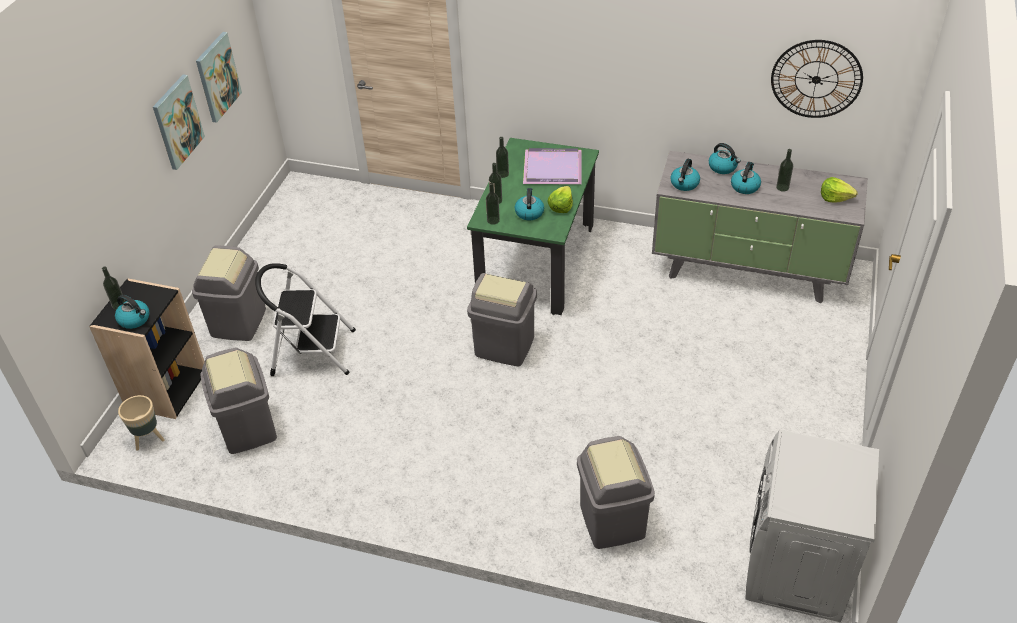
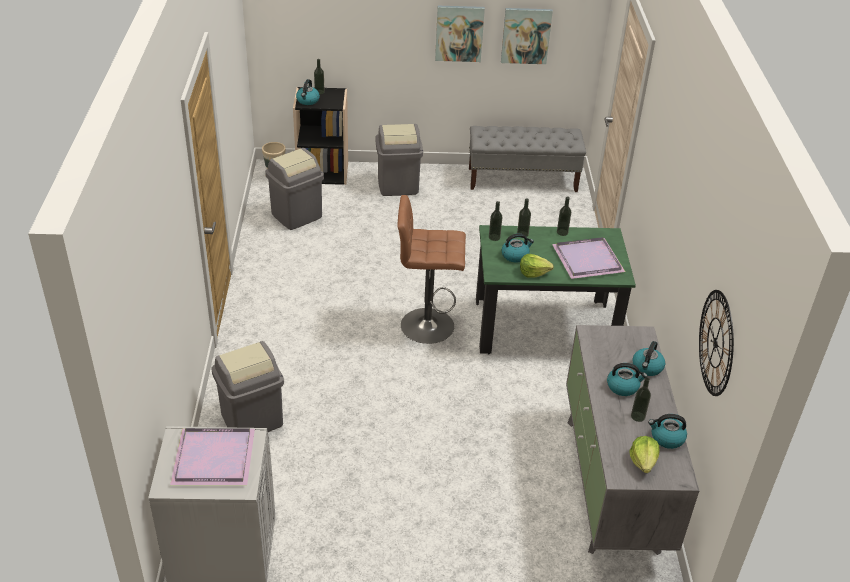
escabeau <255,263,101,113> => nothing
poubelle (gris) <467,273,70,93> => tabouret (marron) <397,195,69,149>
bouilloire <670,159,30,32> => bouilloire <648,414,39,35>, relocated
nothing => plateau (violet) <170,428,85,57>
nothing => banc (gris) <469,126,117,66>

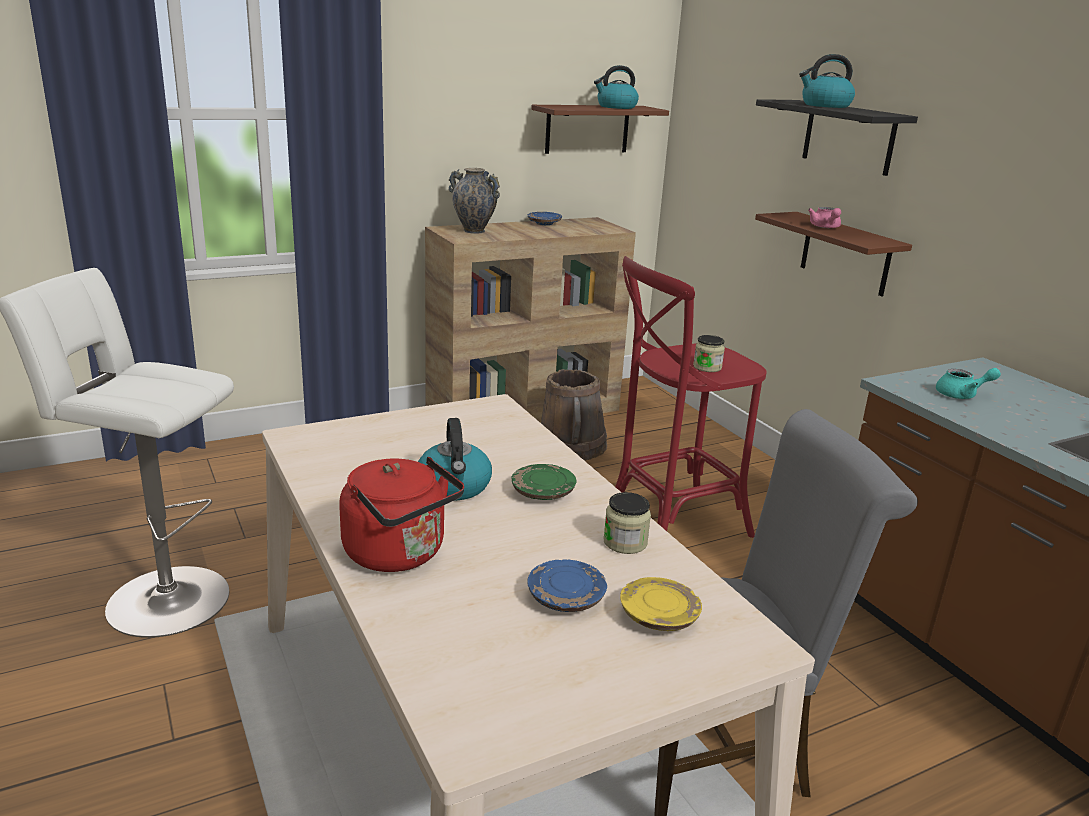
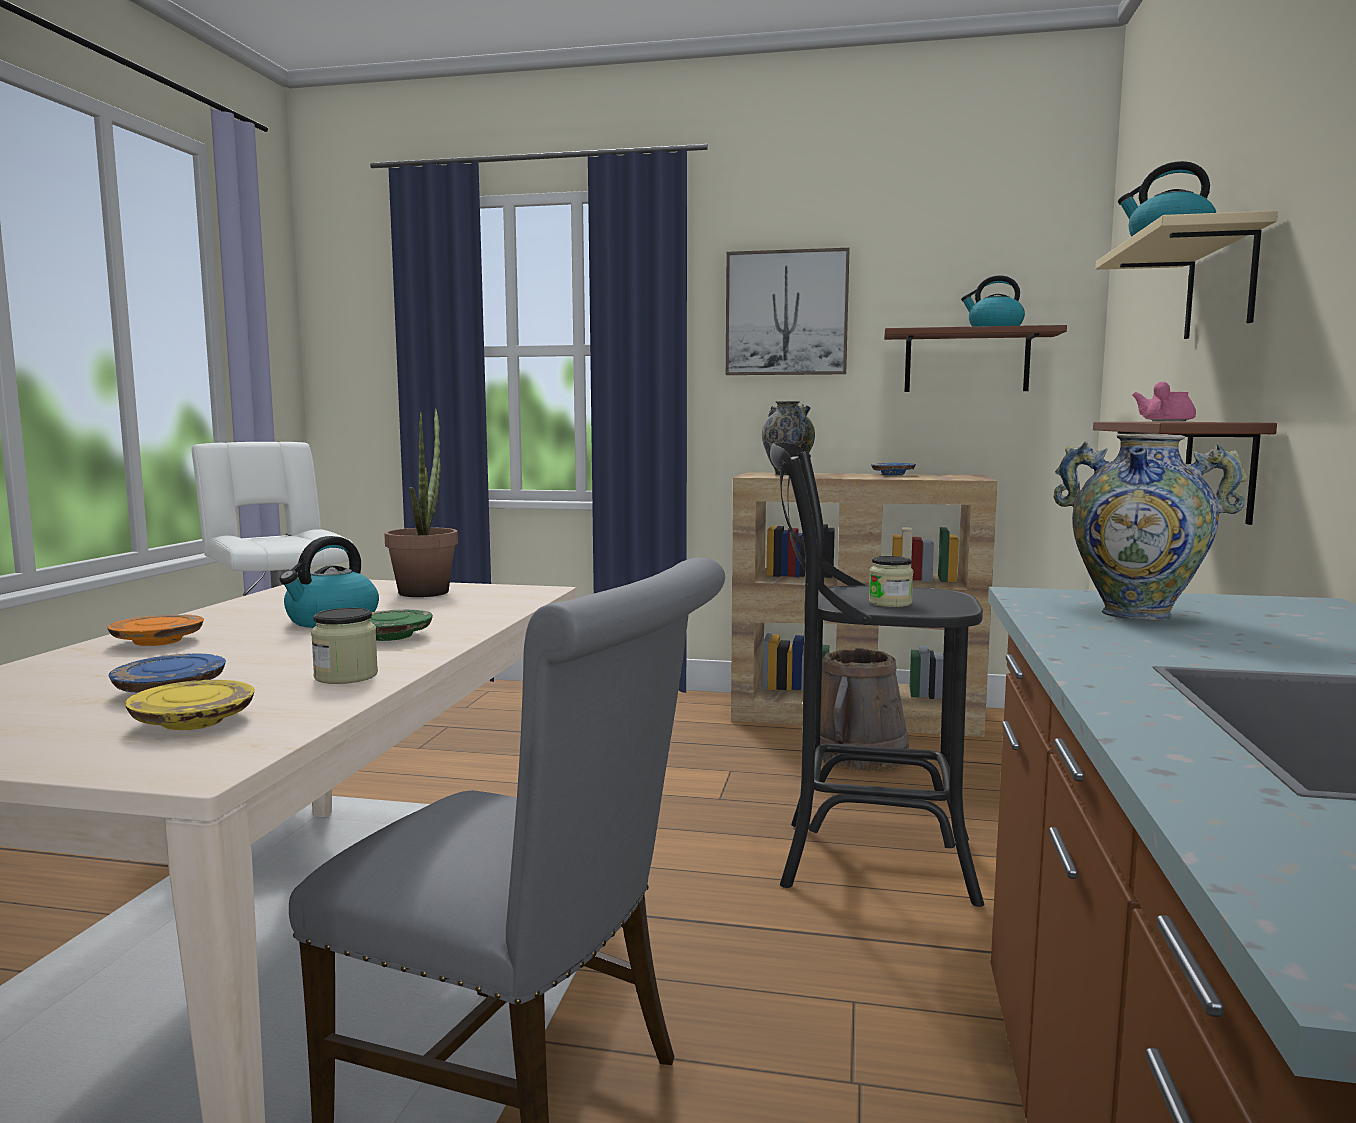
bouilloire (rouge) <339,456,125,116> => assiette (orange) <107,614,97,32>
tabouret (rouge) <615,256,152,282> => tabouret (noir) <770,442,214,465>
étagère (noir) <756,99,162,77> => étagère (beige) <1095,211,183,128>
théière (turquoise) <936,368,65,31> => vase <1054,434,194,187>
nothing => plante en pot <384,408,74,189>
nothing => tableau <726,248,124,127>

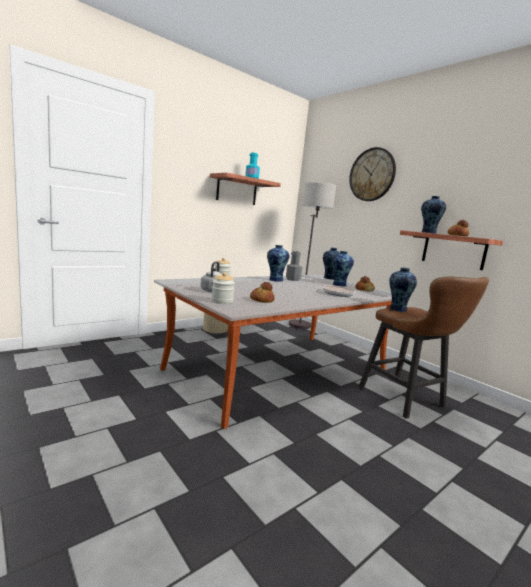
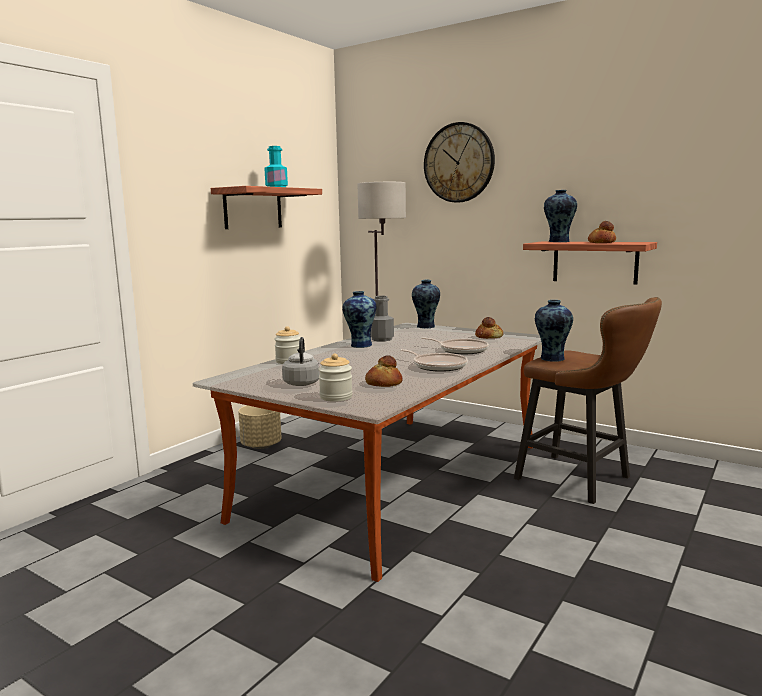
vase <332,251,22,36> => nothing
nothing => poêle <401,349,67,23>

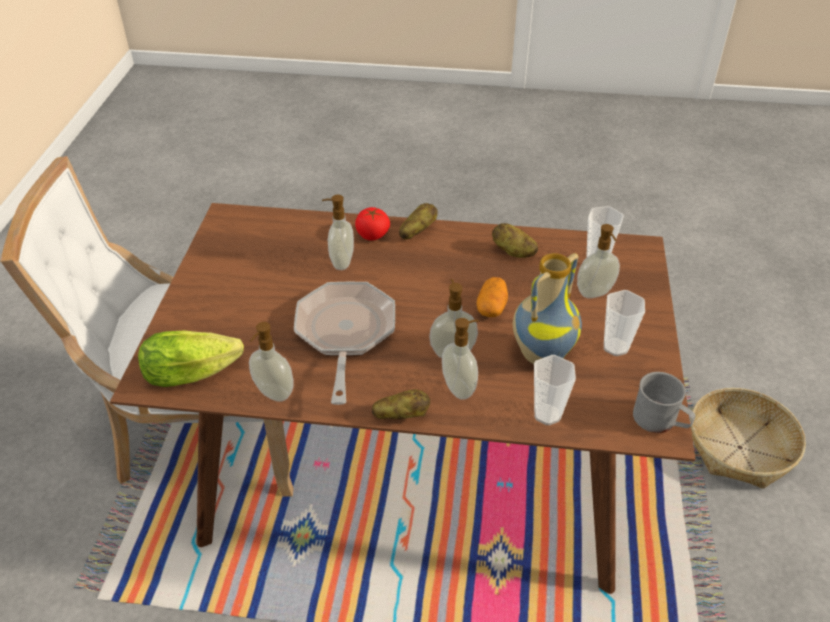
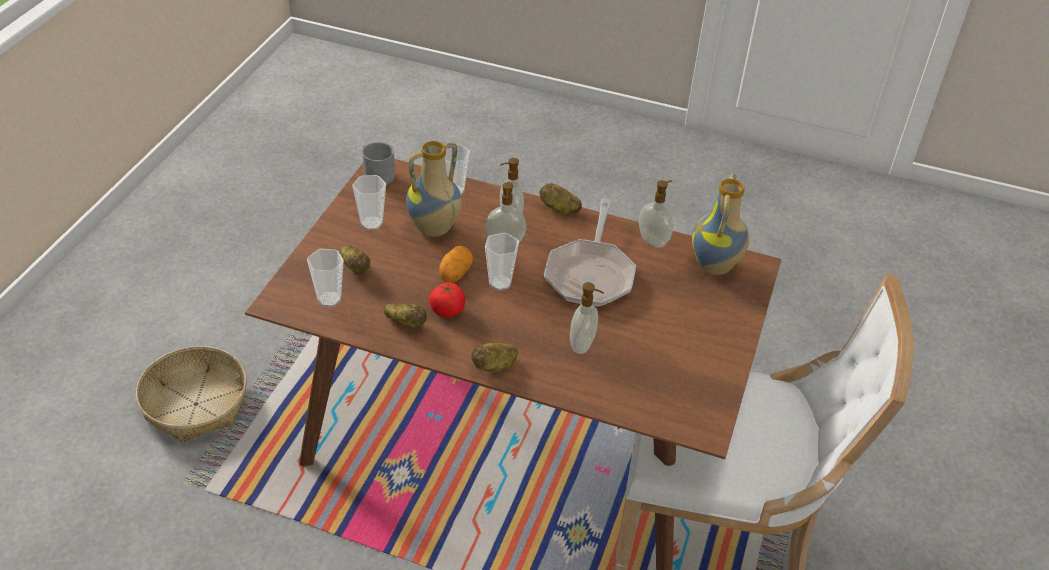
laitue <138,330,106,57> => vase <692,174,57,101>
tomate <355,207,35,34> => tomate <429,282,37,36>, relocated
distributeur de savon <577,224,43,74> => pomme de terre <340,245,31,30>
nothing => tasse <485,233,34,58>

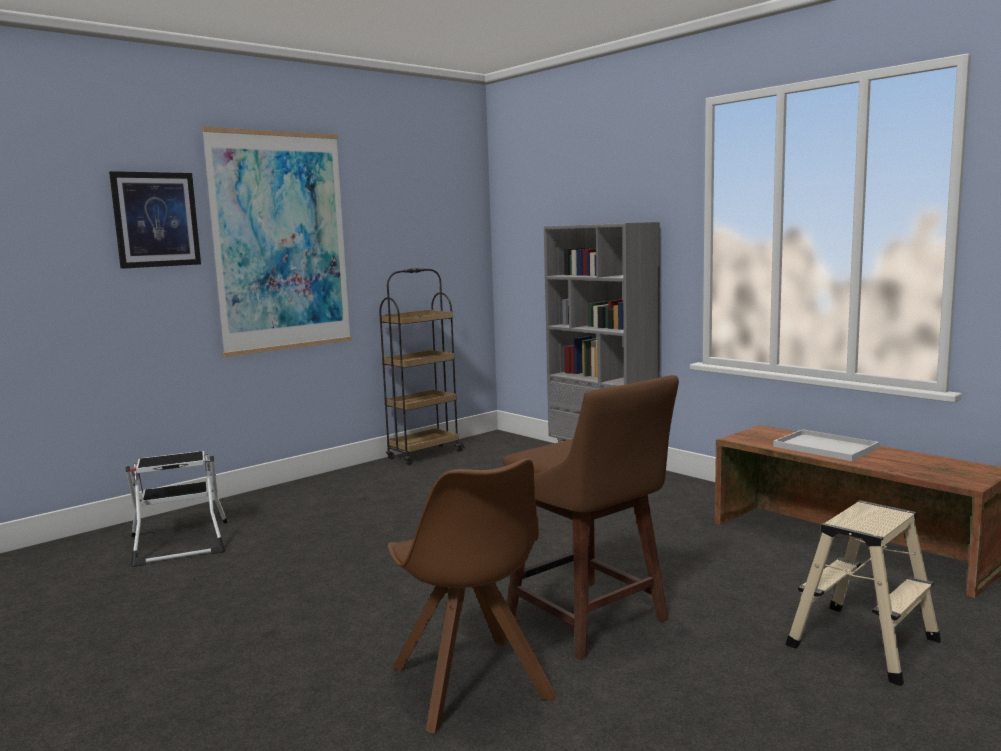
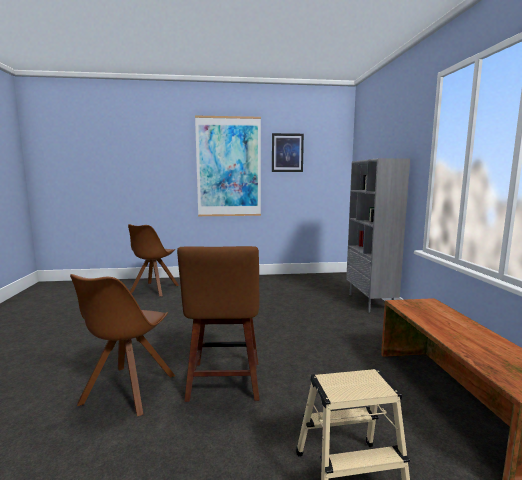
tableau <109,171,92,98> => tableau <272,133,32,39>, relocated
escabeau <126,451,102,116> => chaise (marron) <128,224,51,73>
chariot (marron) <379,268,86,197> => nothing
plateau (blanc) <773,429,106,32> => nothing

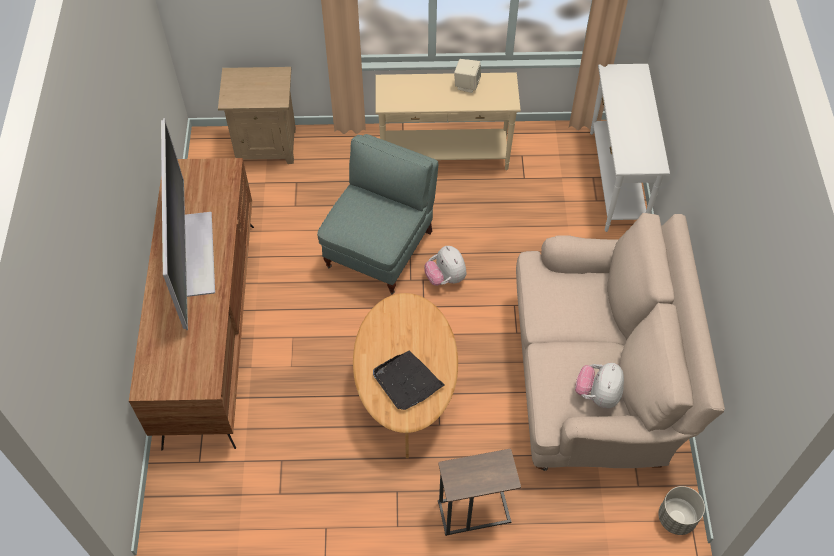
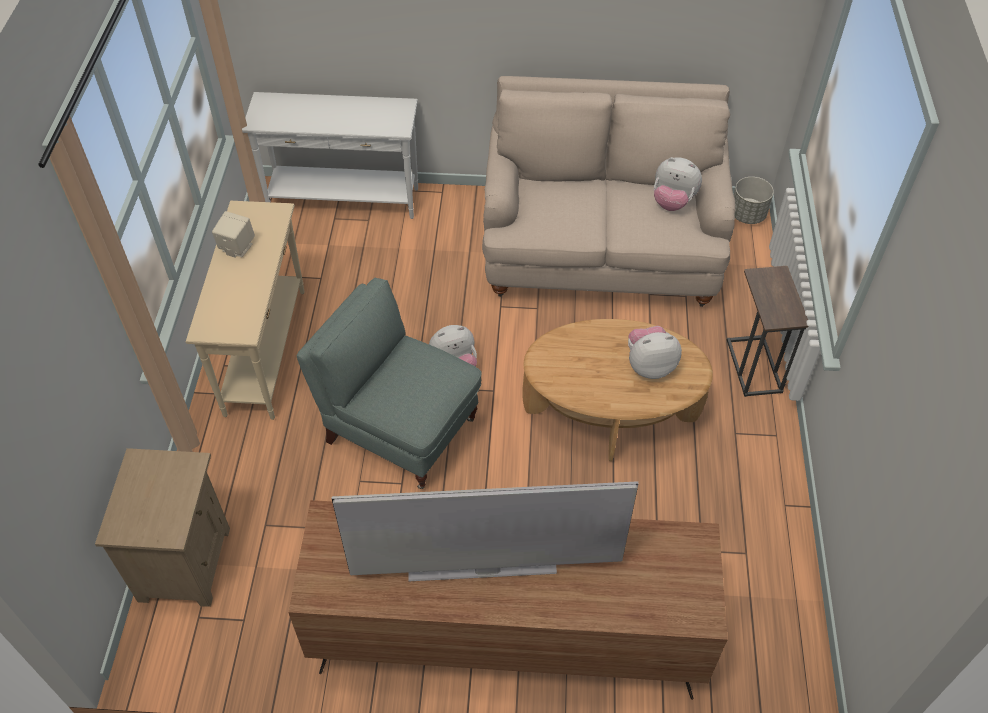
plateau (noir) <373,351,72,59> => peluche <628,326,54,53>

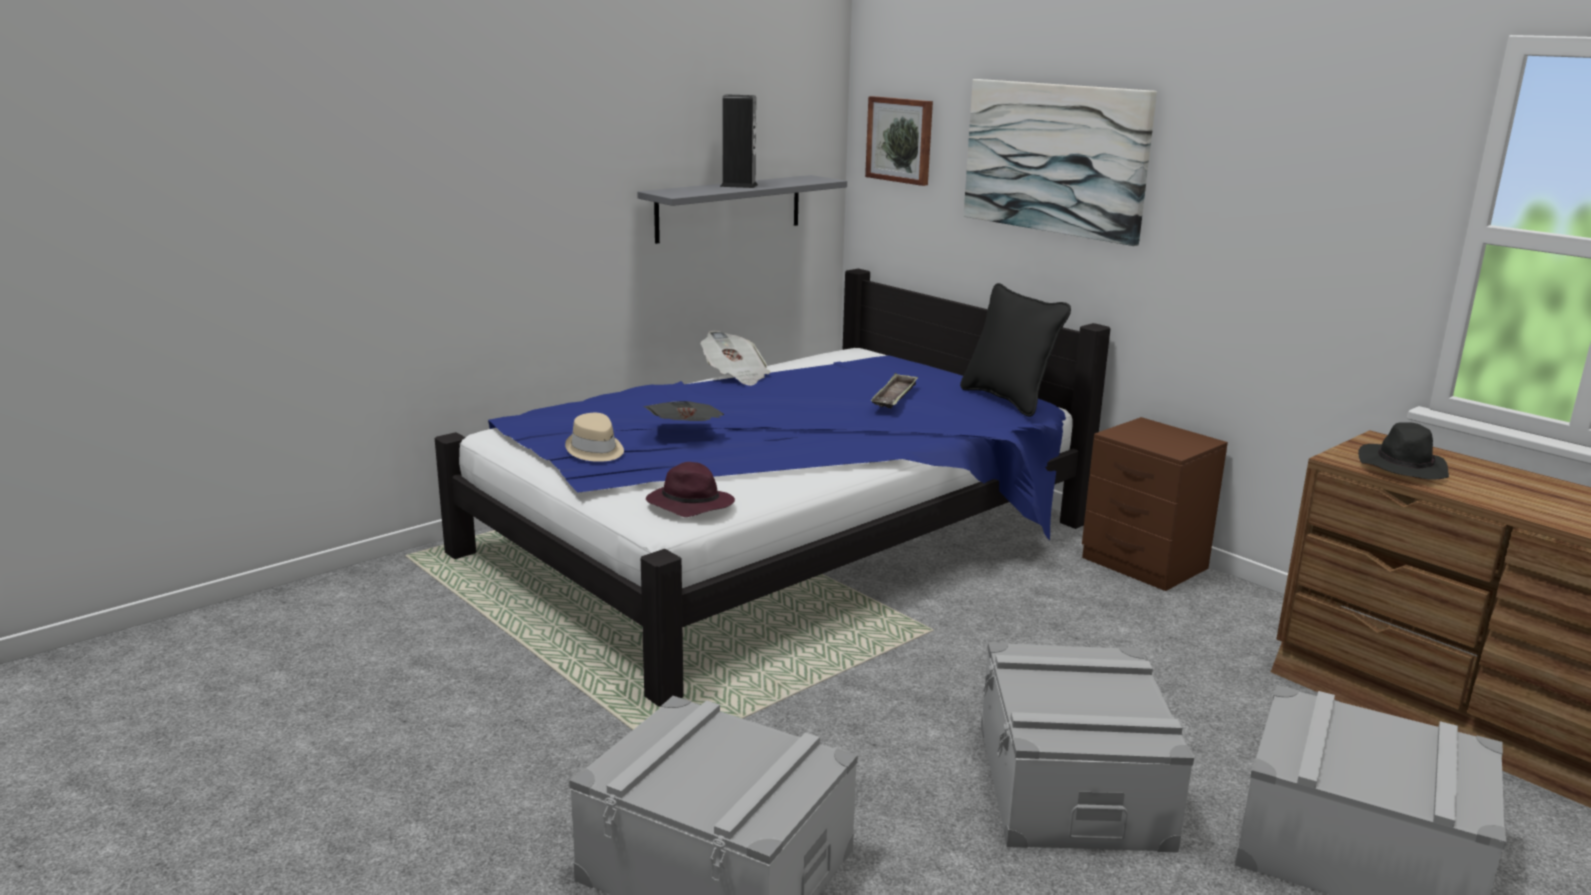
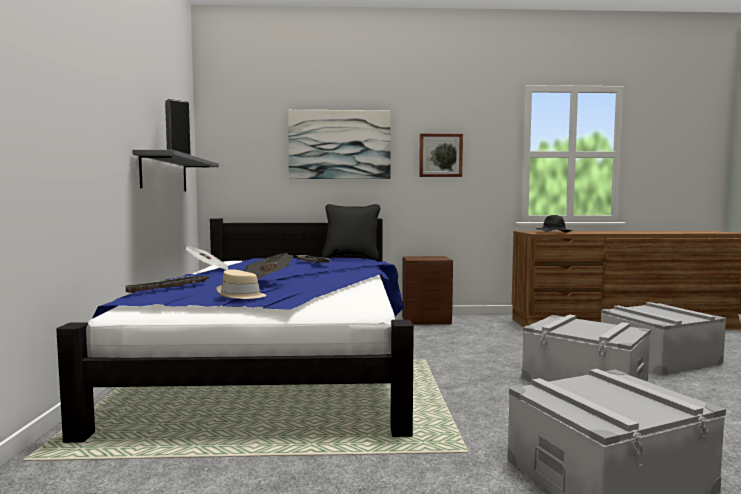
chapeau (violet) <646,462,89,55> => nothing
tableau <865,96,68,90> => tableau <419,134,44,43>, relocated
nothing => plateau <123,275,88,18>

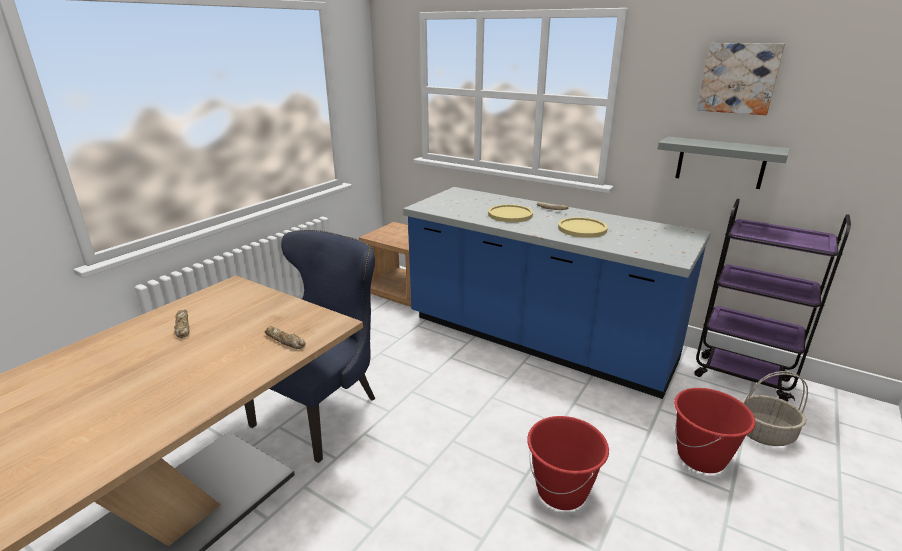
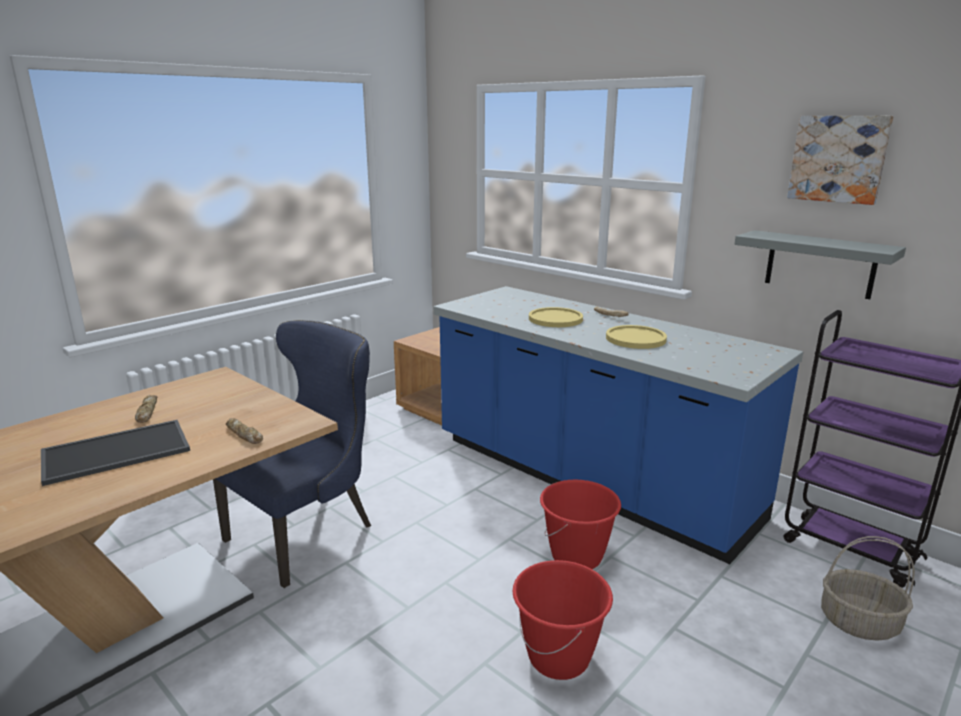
seau (rouge) <674,388,81,85> => seau (rouge) <540,480,81,89>, relocated
nothing => plateau <41,420,149,66>

